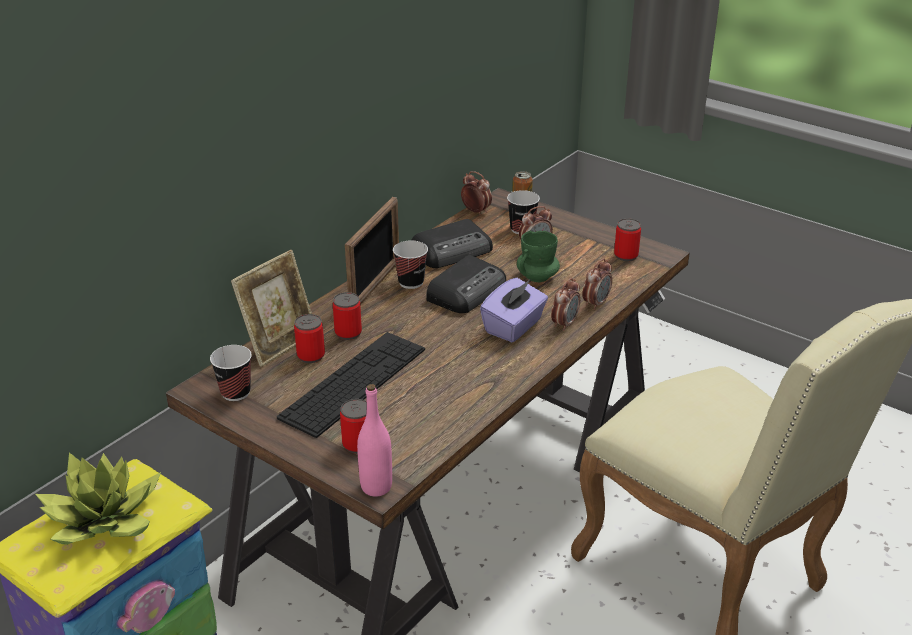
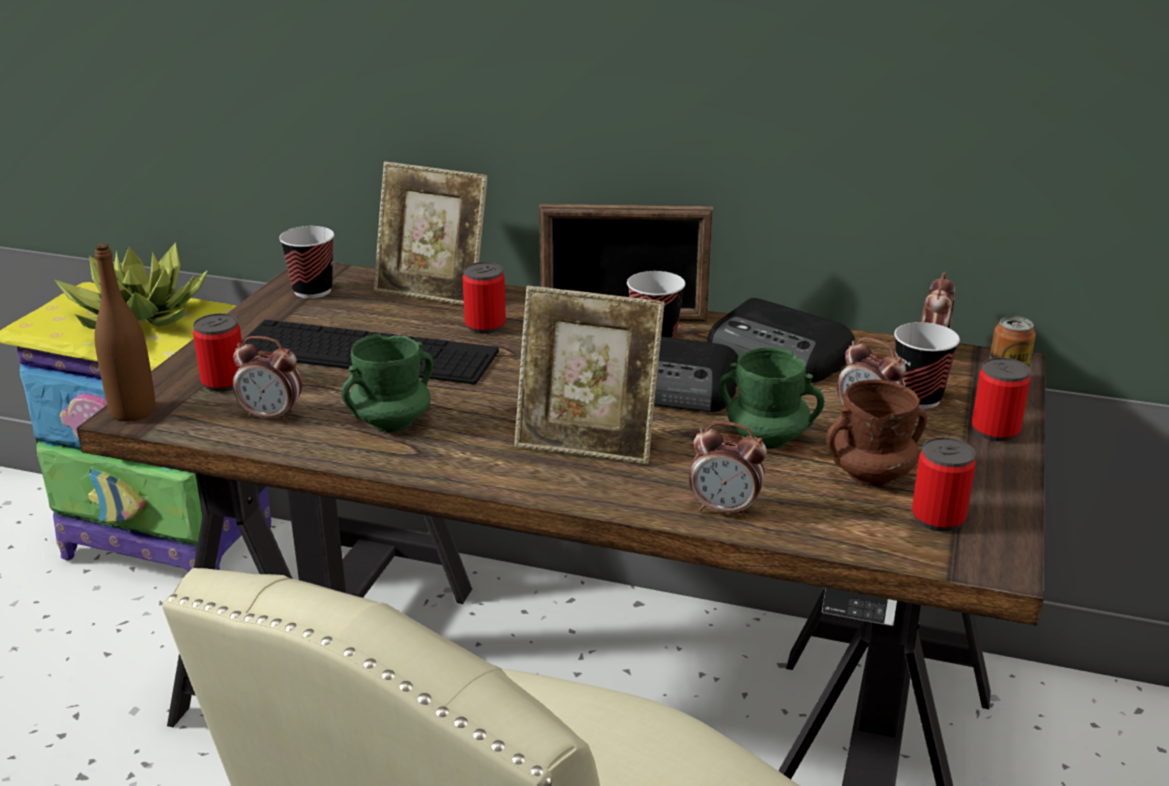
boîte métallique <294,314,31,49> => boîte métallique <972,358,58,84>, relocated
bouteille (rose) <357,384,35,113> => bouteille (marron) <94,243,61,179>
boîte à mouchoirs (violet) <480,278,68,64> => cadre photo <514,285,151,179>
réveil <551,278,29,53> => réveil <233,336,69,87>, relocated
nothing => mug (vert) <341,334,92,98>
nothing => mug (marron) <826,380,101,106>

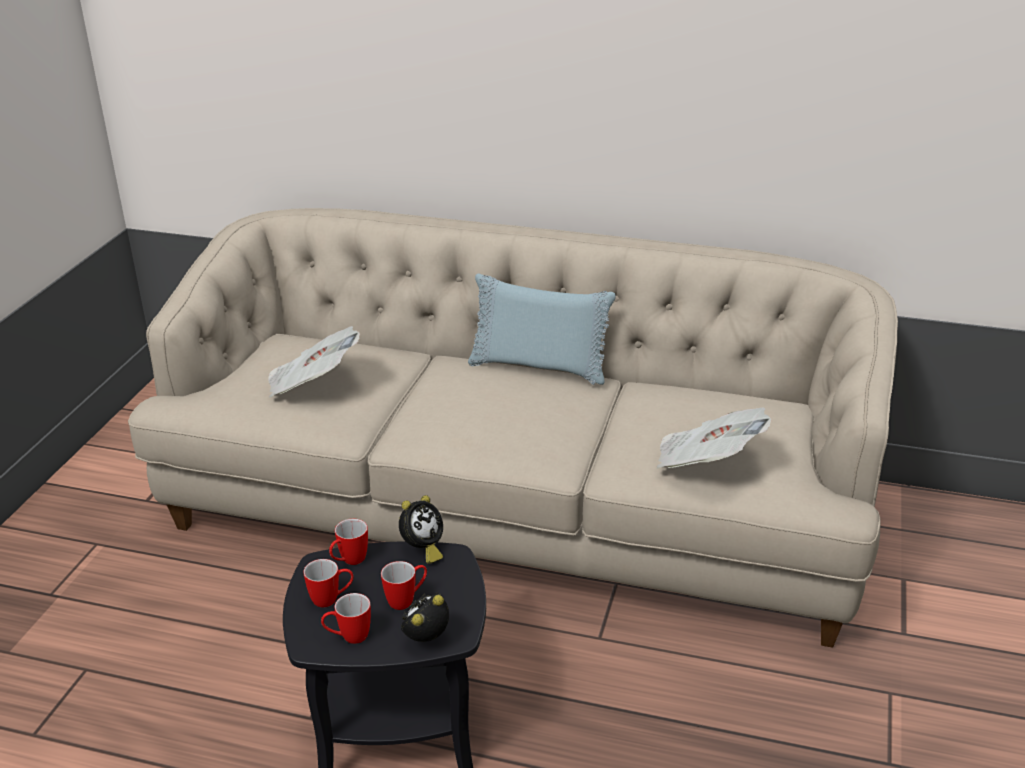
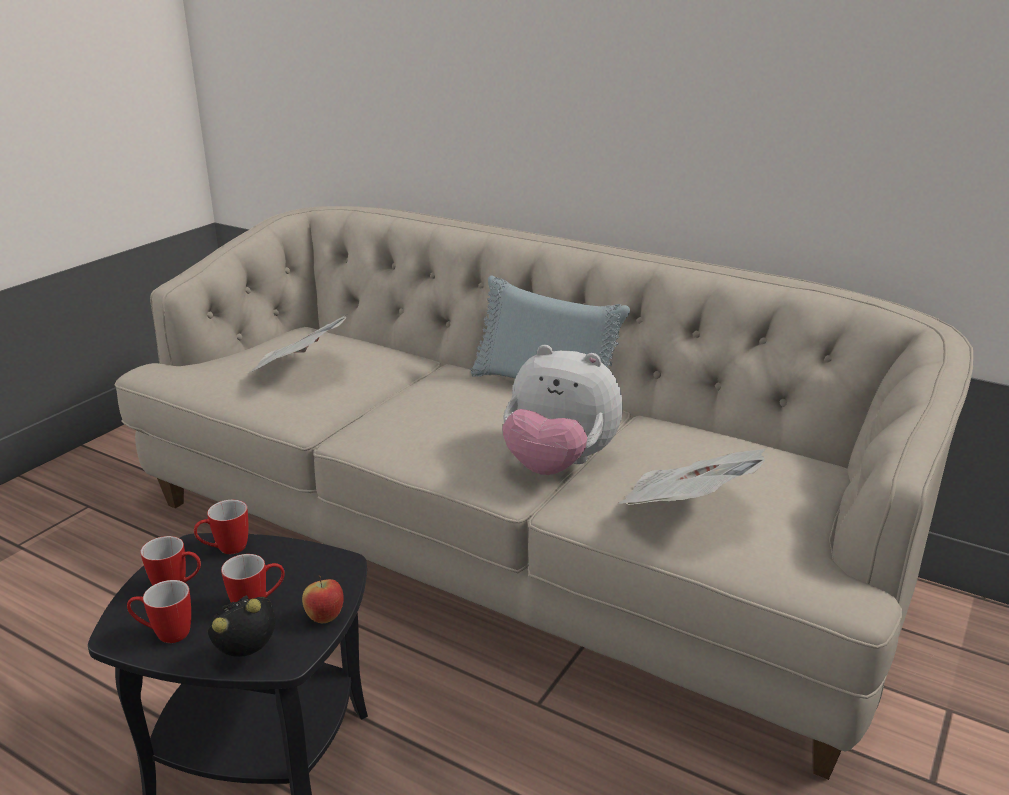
réveil <399,495,44,69> => nothing
nothing => pomme <302,576,42,47>
nothing => peluche <502,345,121,130>

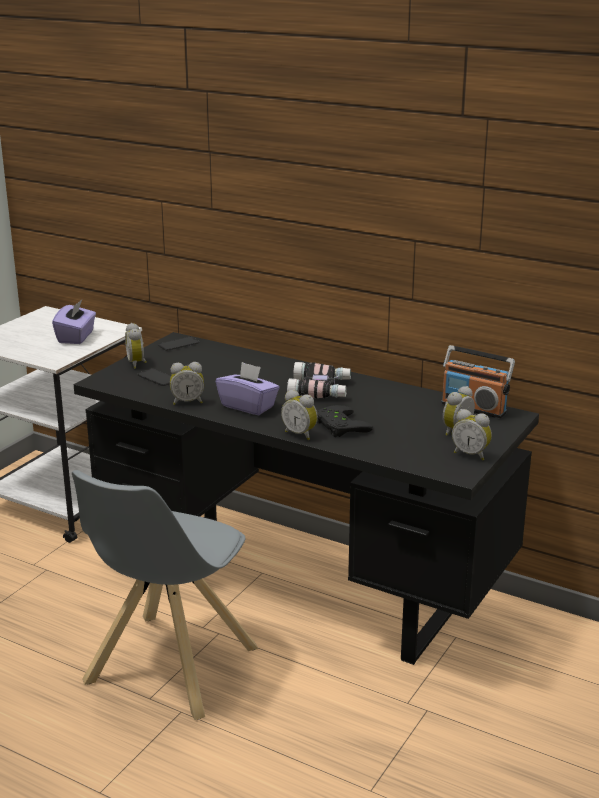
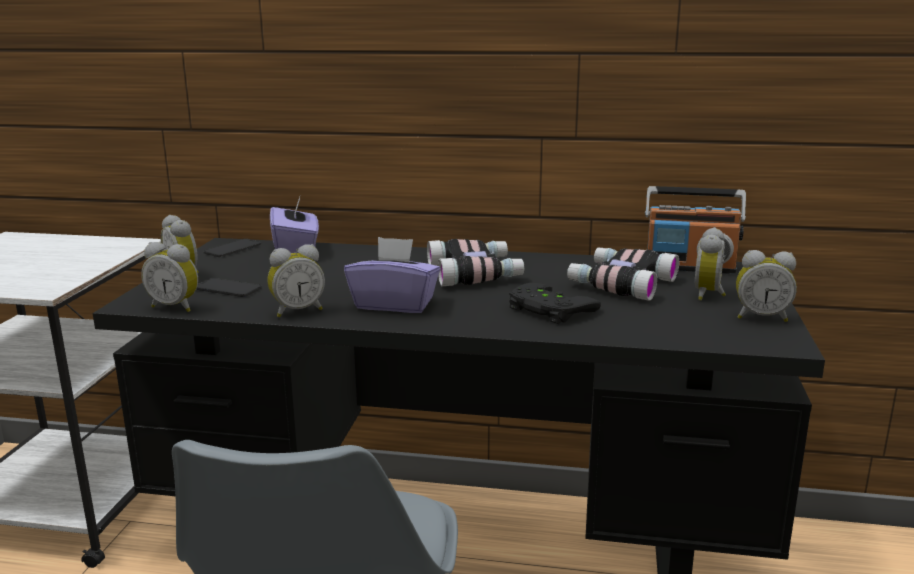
boîte à mouchoirs (violet) <52,300,44,44> => boîte à mouchoirs (violet) <270,194,49,59>, relocated
réveil <281,390,37,50> => réveil <141,242,57,70>, relocated
nothing => jumelles <567,247,112,54>

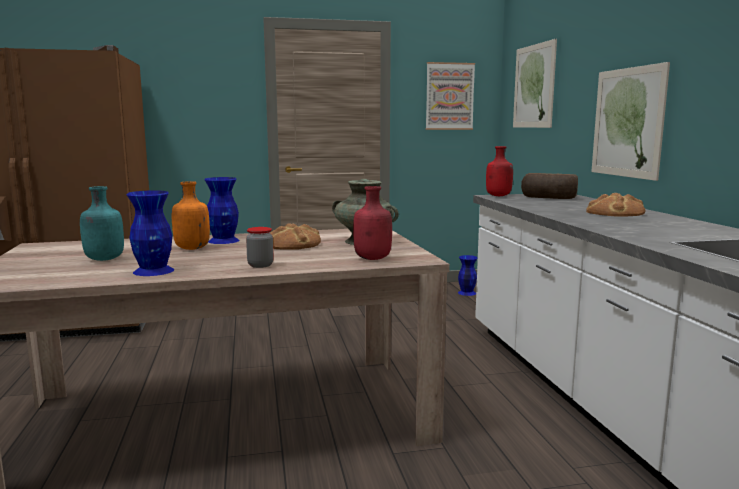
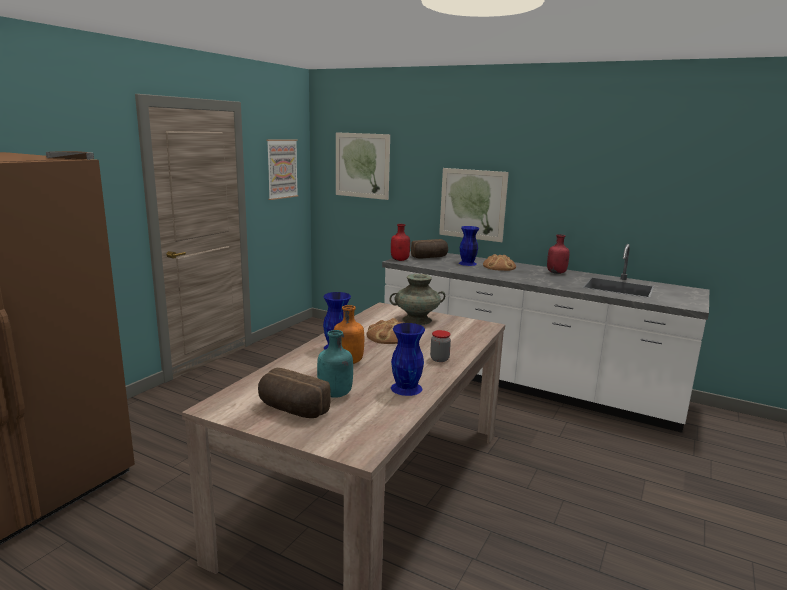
bouteille (rouge) <353,186,39,74> => bouteille (rouge) <547,234,22,40>, relocated
vase (bleu) <458,255,19,41> => vase (bleu) <459,226,20,40>, relocated
nothing => pain <258,368,73,50>

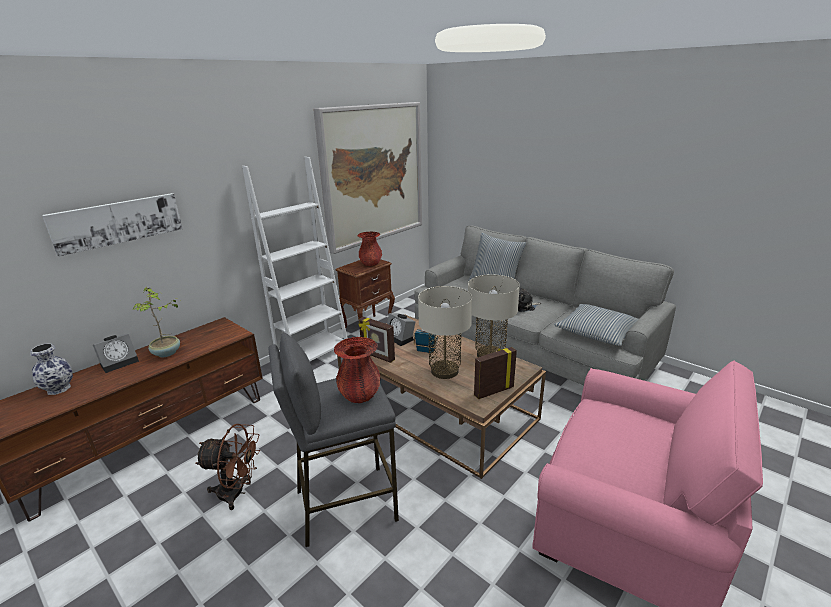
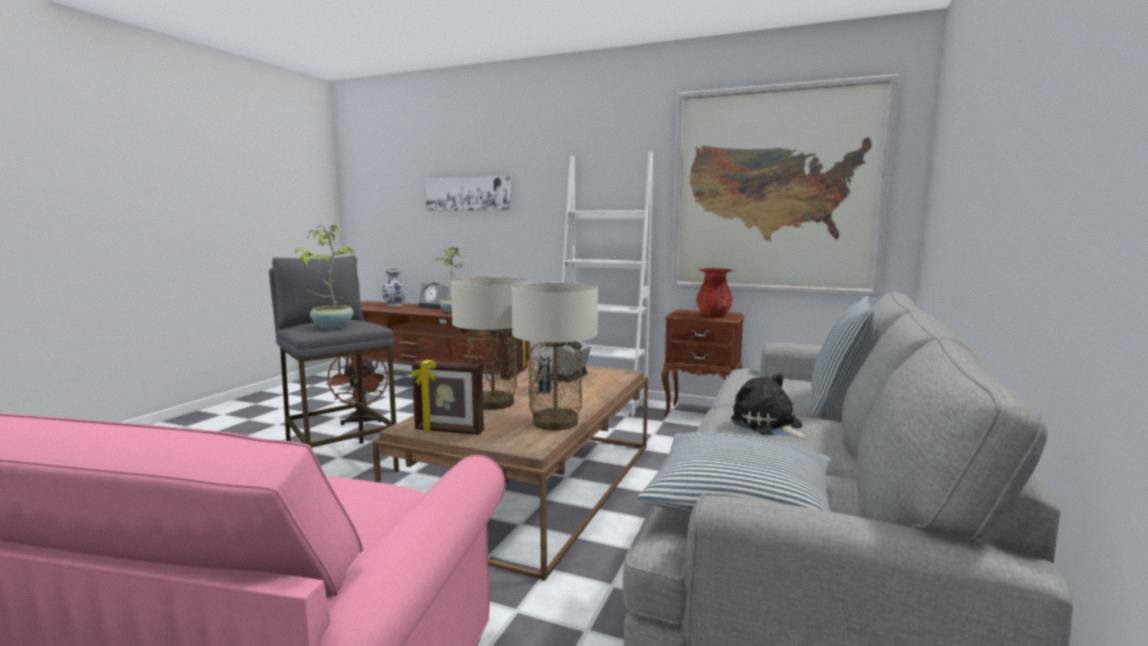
vase (rouge) <334,337,47,66> => plante en pot <295,225,60,104>
cadre photo <474,347,43,52> => cadre photo <411,360,73,75>, 150 degrees clockwise

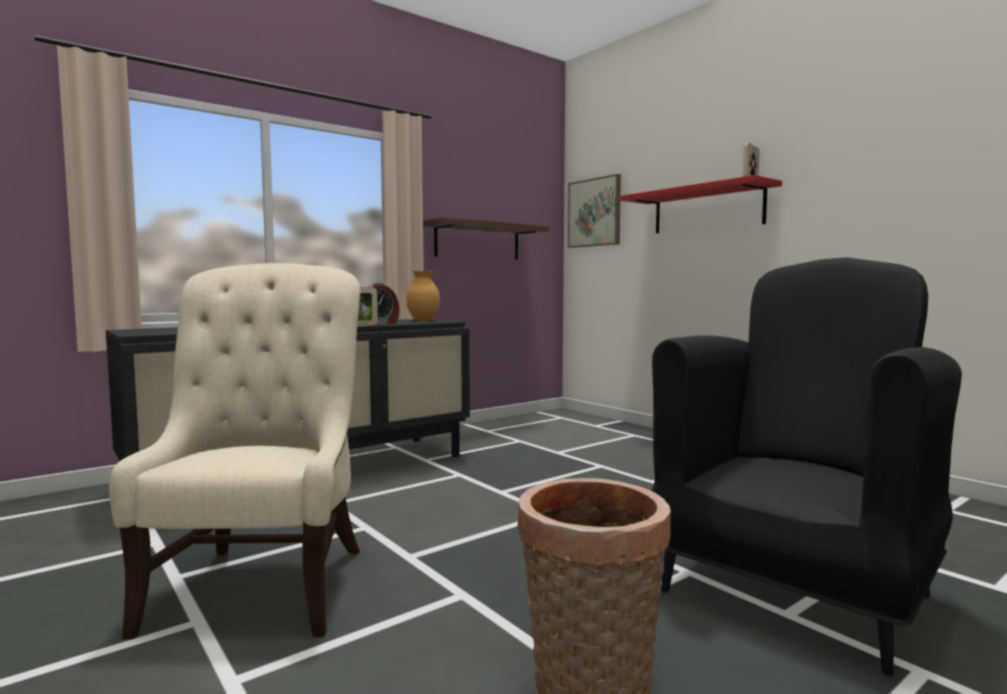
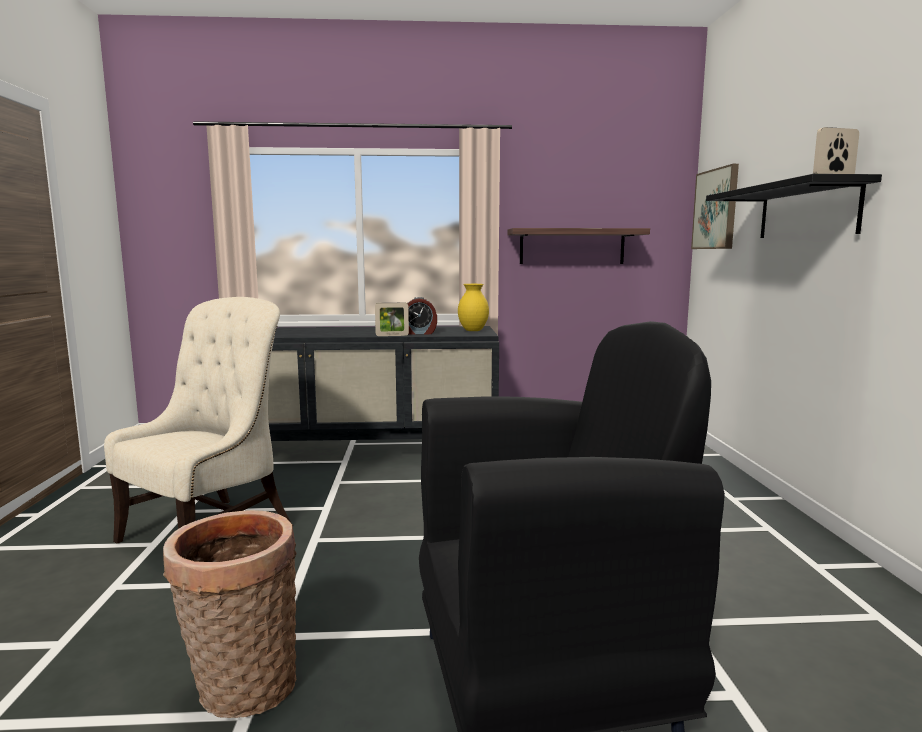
vase (marron) <406,271,34,50> => vase (jaune) <458,284,31,47>
étagère (rouge) <619,175,163,58> => étagère (noir) <706,174,176,64>

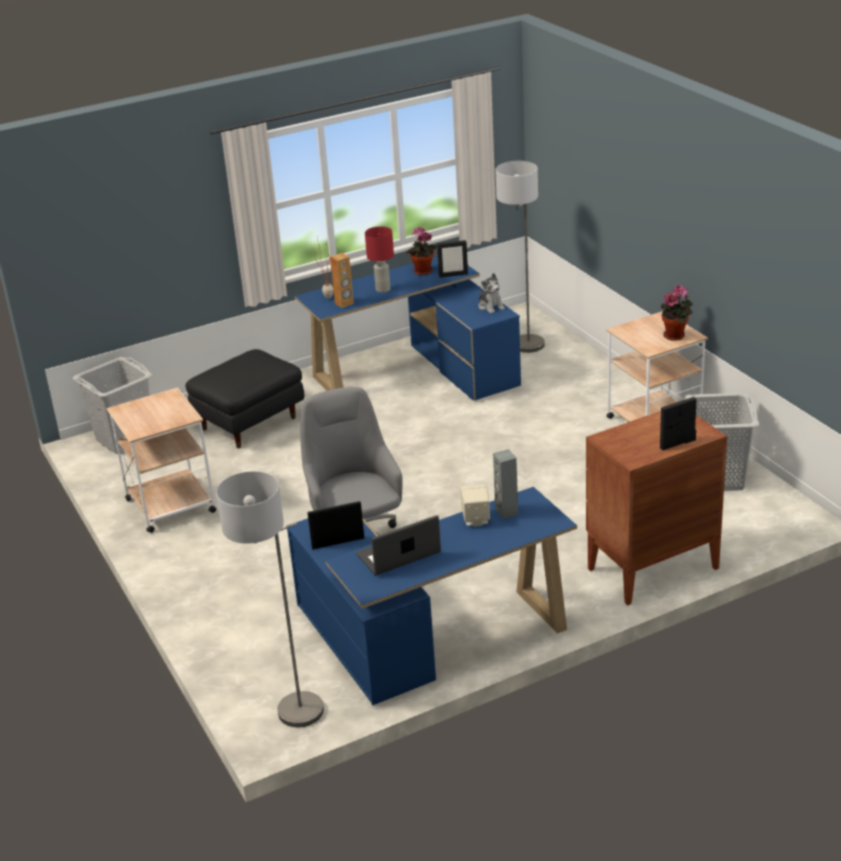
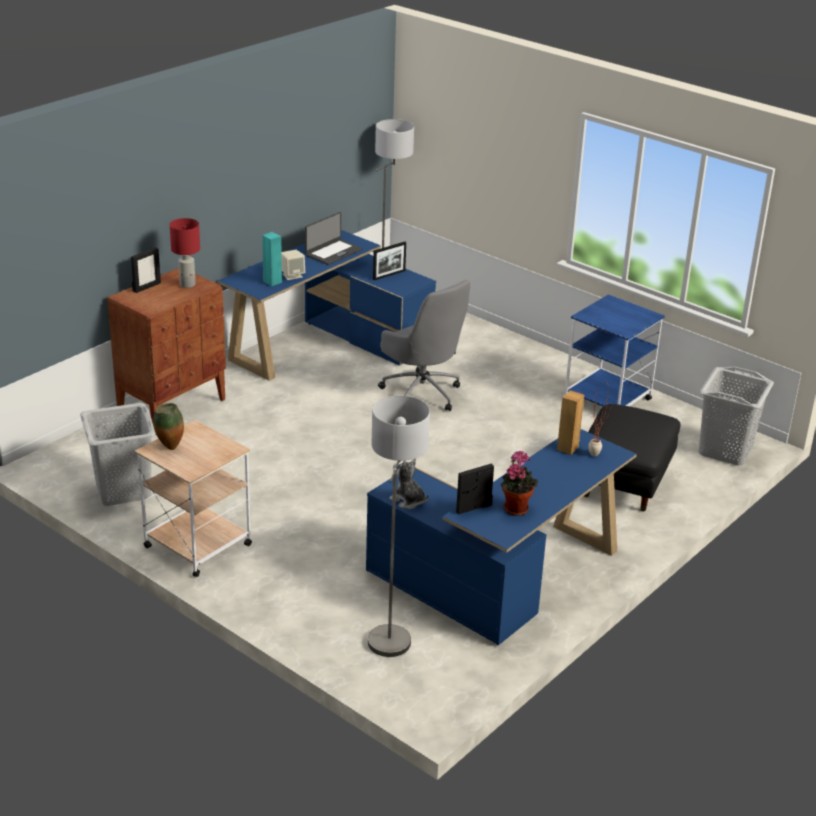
chariot (beige) <106,387,111,146> => chariot (bleu) <564,294,101,113>
lampe de table (rouge) <365,226,29,67> => lampe de table (rouge) <170,218,30,70>, relocated
enceinte (gris) <493,449,25,70> => enceinte (turquoise) <262,232,20,54>
plante en pot <661,285,32,56> => vase <153,403,31,47>

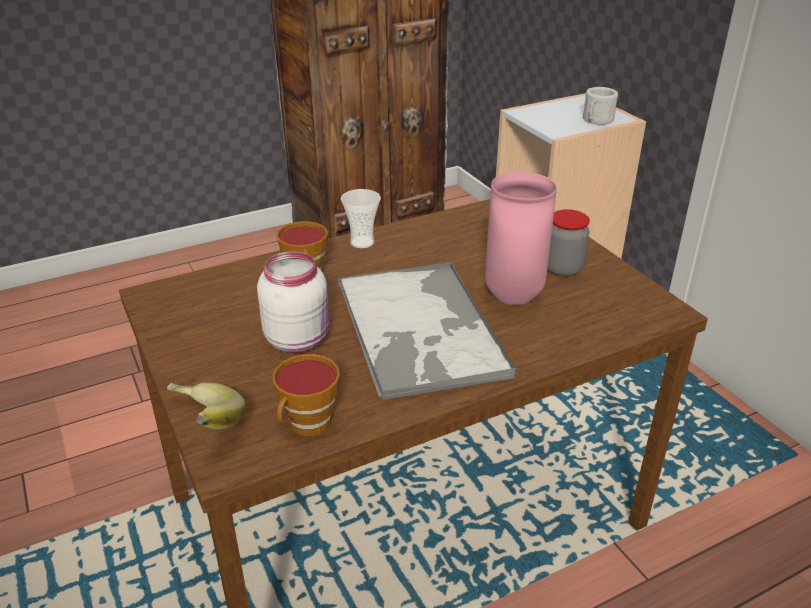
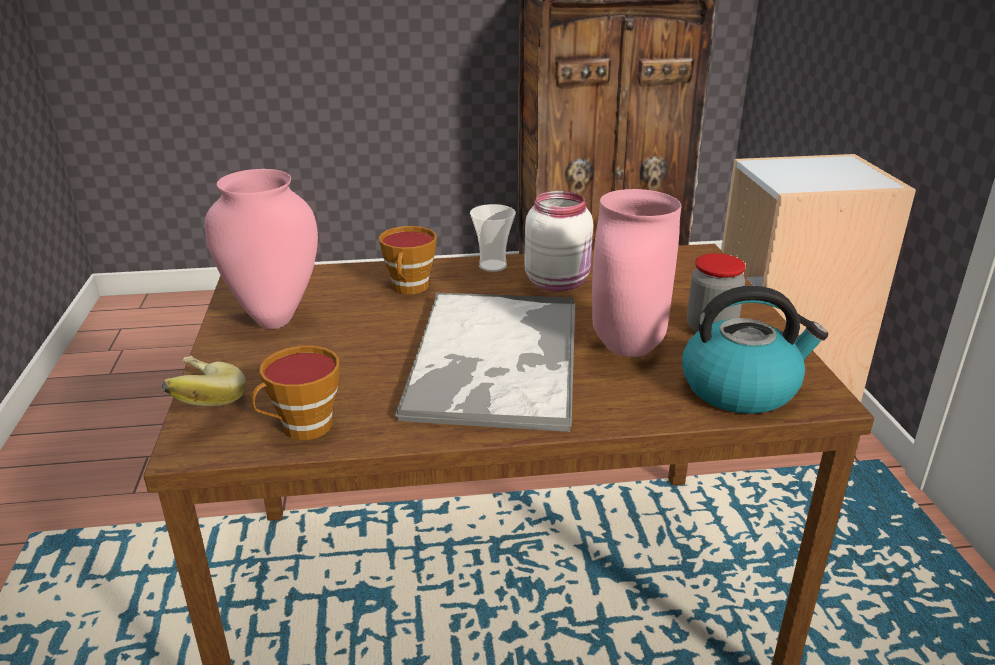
bocal (blanc) <257,252,72,101> => bocal (blanc) <524,191,69,101>, relocated
mug (blanc) <583,87,35,38> => nothing
nothing => vase (rose) <205,169,113,160>
nothing => bouilloire <682,286,146,128>

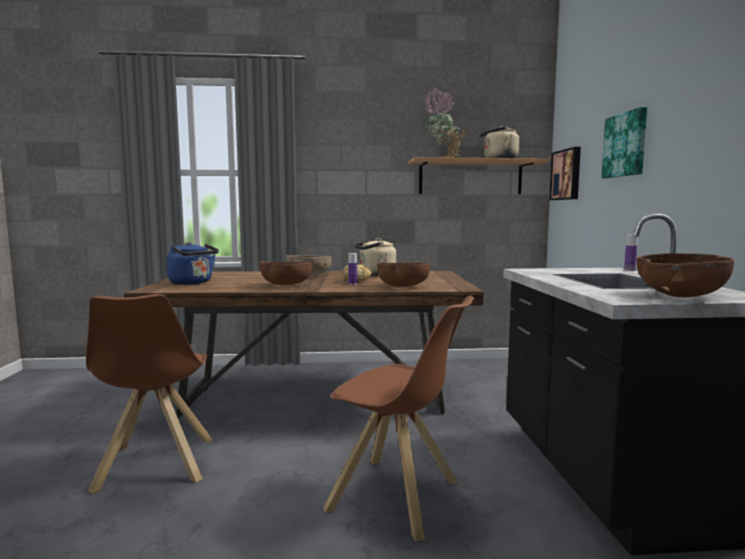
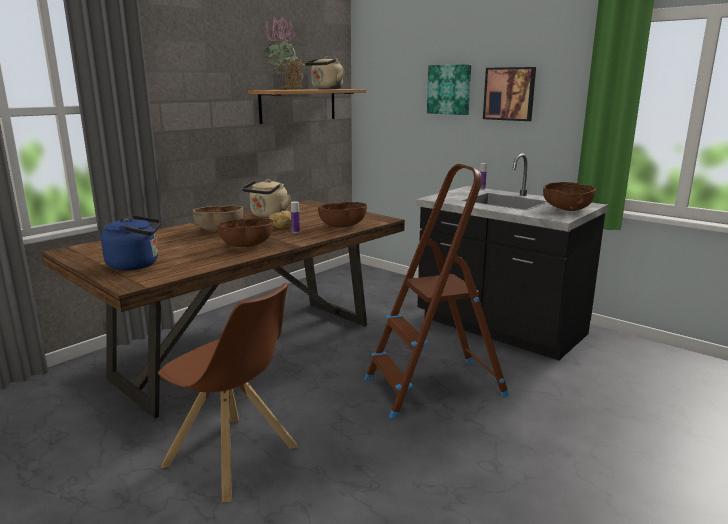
chaise (marron) <323,296,151,245> => escabeau (marron) <365,164,144,254>
tableau <549,147,32,53> => tableau <483,67,53,54>, relocated

